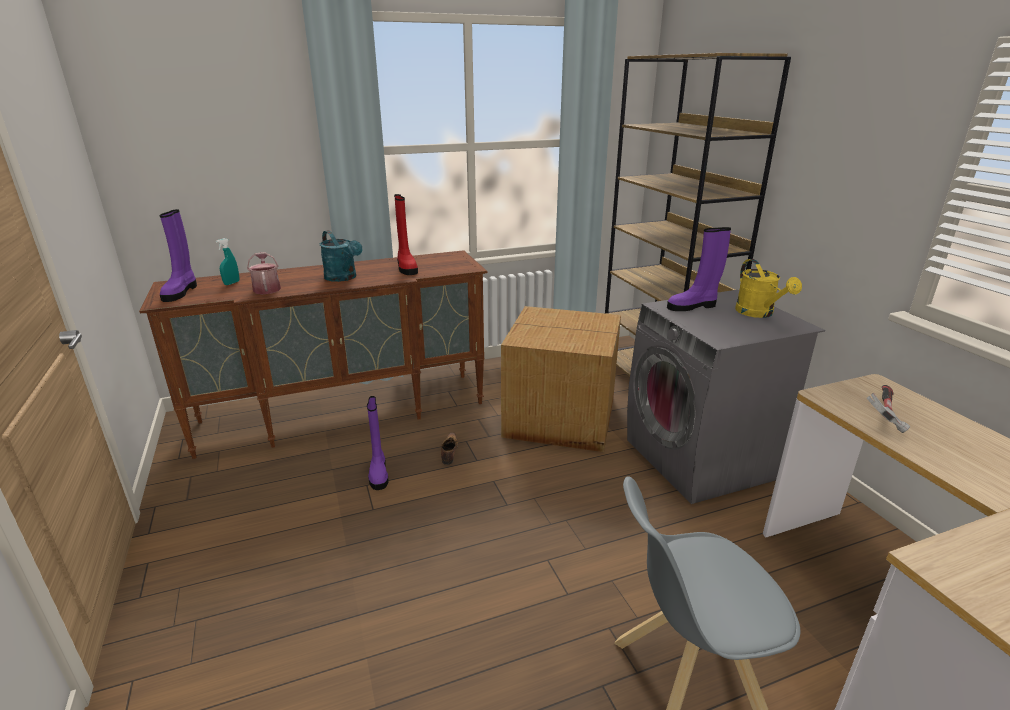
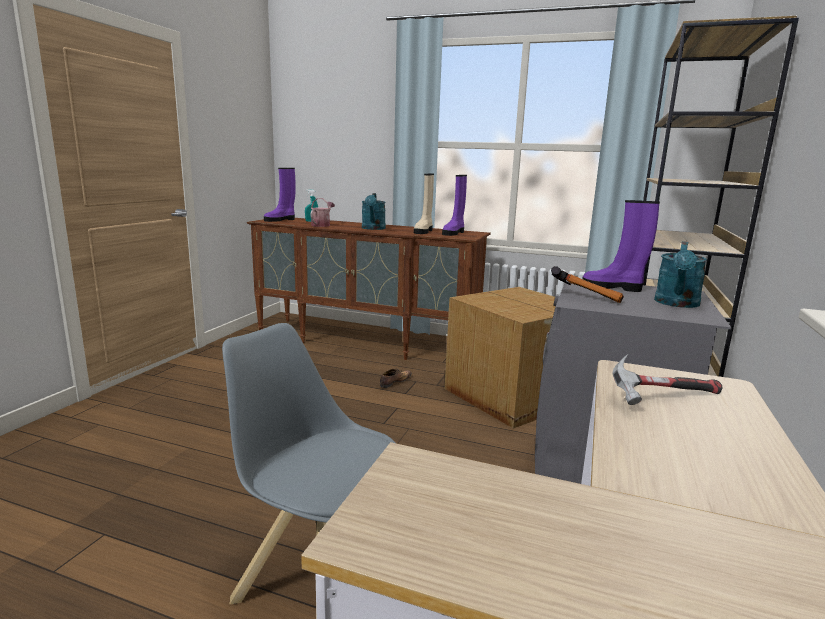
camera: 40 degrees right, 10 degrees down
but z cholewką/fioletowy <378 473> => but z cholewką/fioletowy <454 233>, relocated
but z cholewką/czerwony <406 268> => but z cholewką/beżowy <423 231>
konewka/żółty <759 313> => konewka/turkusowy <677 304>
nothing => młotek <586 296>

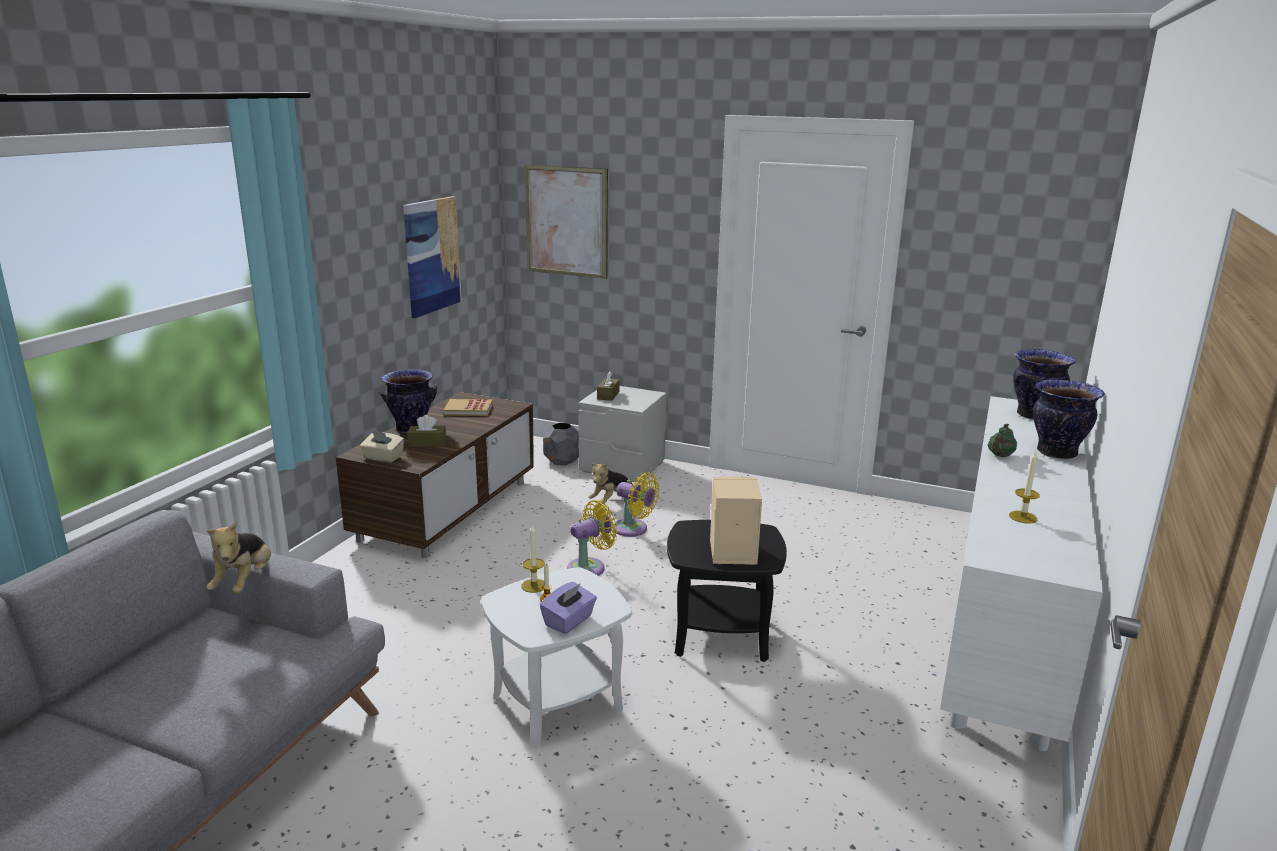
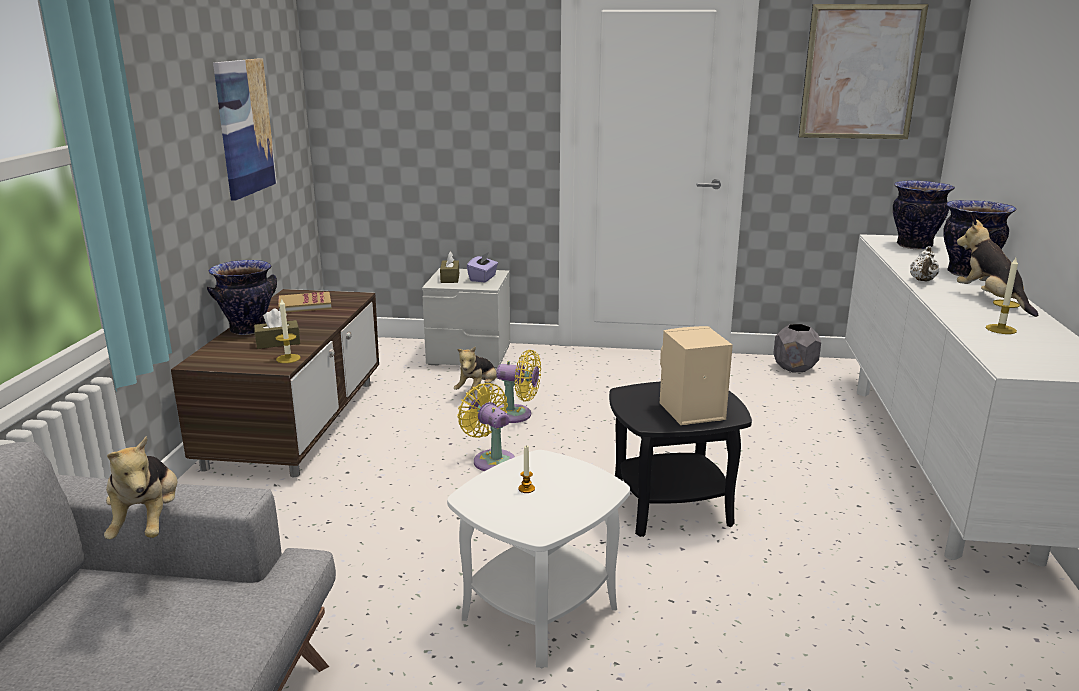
camera: 15 degrees left, 0 degrees up
pudełko chusteczek/beżowy <383 458> => nothing
świeca <534 585> => świeca <288 358>, relocated
obraz <566 221> => obraz <860 72>, relocated
pudełko chusteczek/fioletowy <569 621> => pudełko chusteczek/fioletowy <483 278>, relocated
donica/szary <562 461> => donica/szary <795 368>, relocated
wentylator/żółty <589 567> => wentylator/żółty <491 459>, 75 degrees counterclockwise
imbryk/zielony <1000 455> => imbryk/biały <922 280>
nothing => pluszak <991 300>

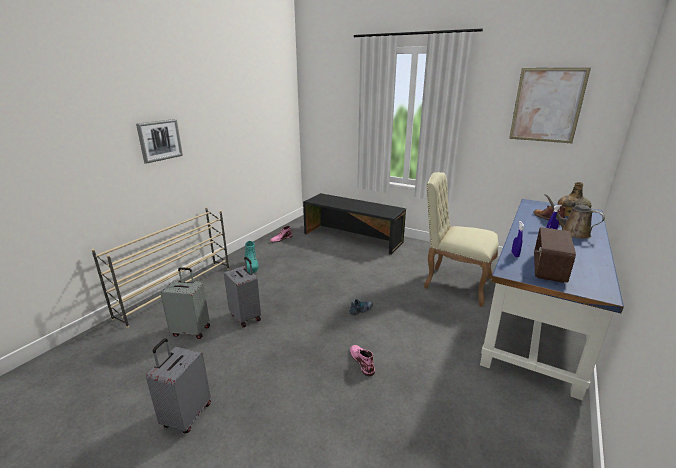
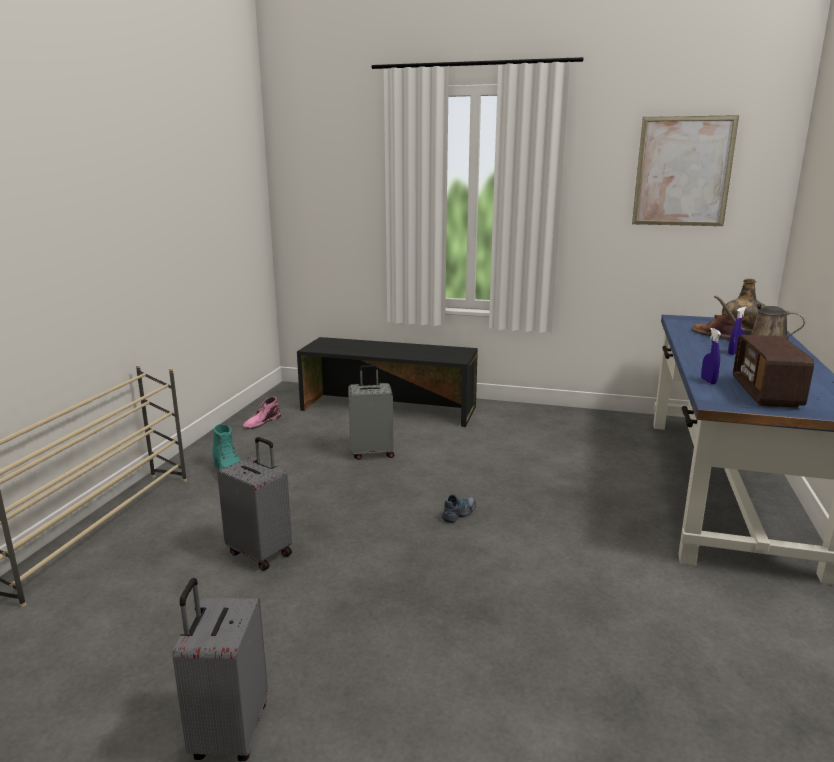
camera: 15 degrees left, 5 degrees down
obraz <159 140> => nothing
walizka/szary <191 330> => walizka/szary <372 453>, relocated
but z cholewką/różowy <362 361> => nothing
krzesło/beżowy <455 283> => nothing

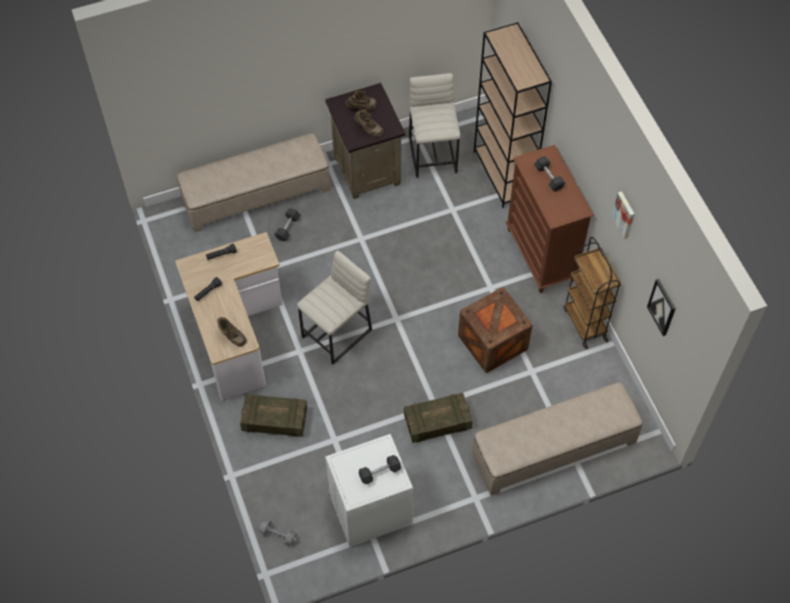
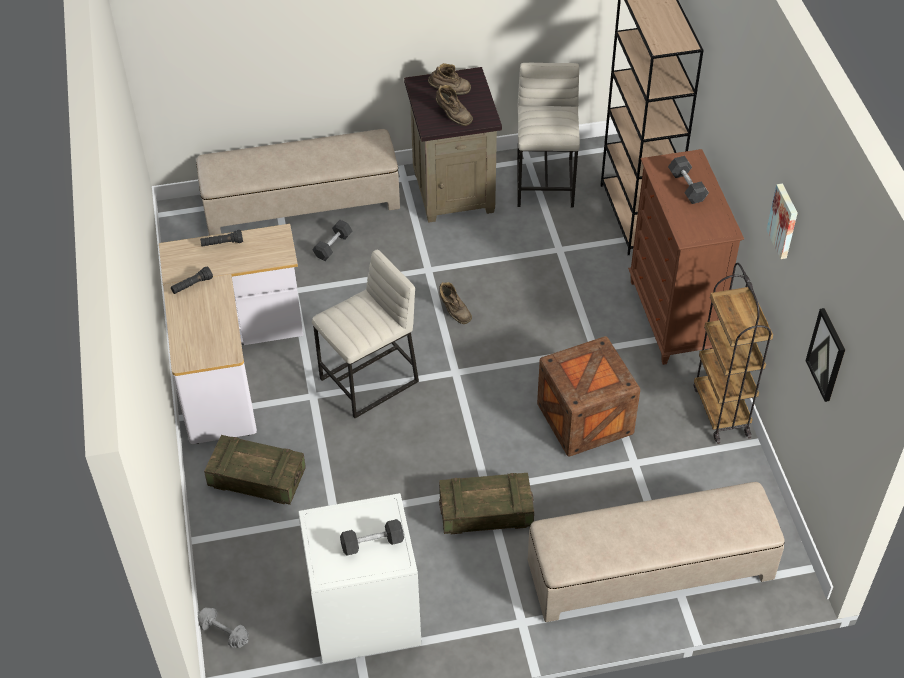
camera: 10 degrees right, 10 degrees down
but z cholewką/brązowy <231 336> => but z cholewką/brązowy <453 312>, relocated

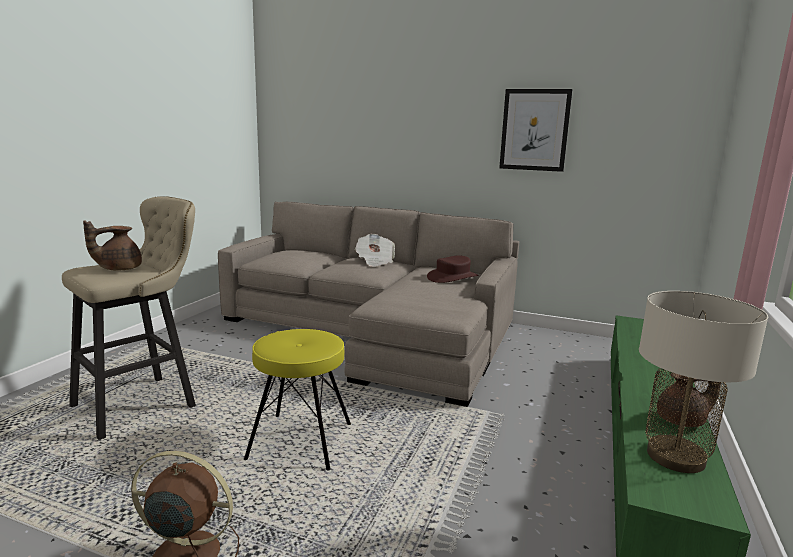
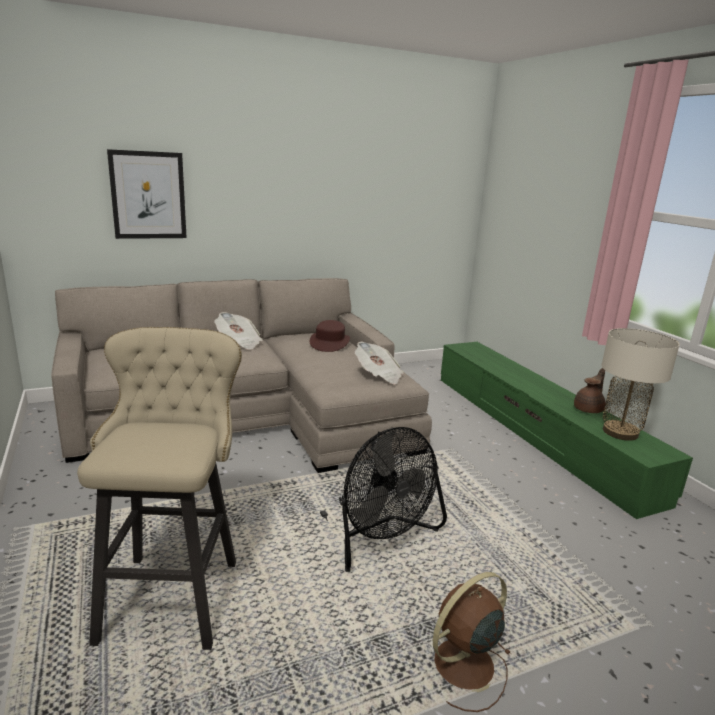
camera: 45 degrees left, 5 degrees up
imbryk/brązowy <118 269> => nothing
stołek/żółty <301 441> => wentylator/czarny <376 538>
obraz <534 130> => obraz <148 195>, relocated
nothing => gazeta <378 375>

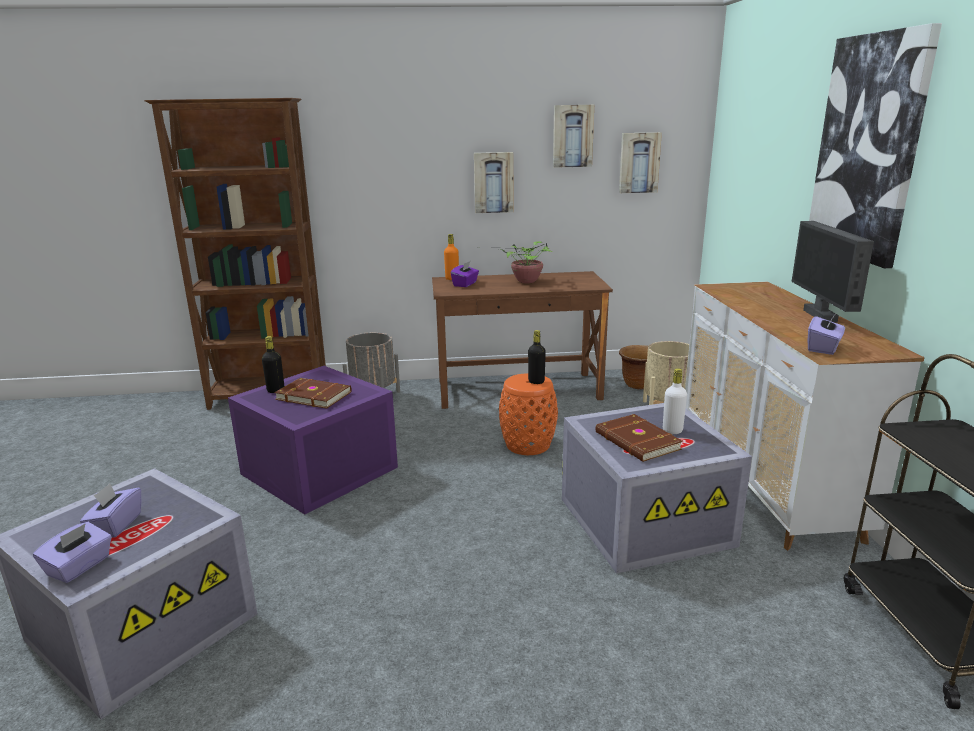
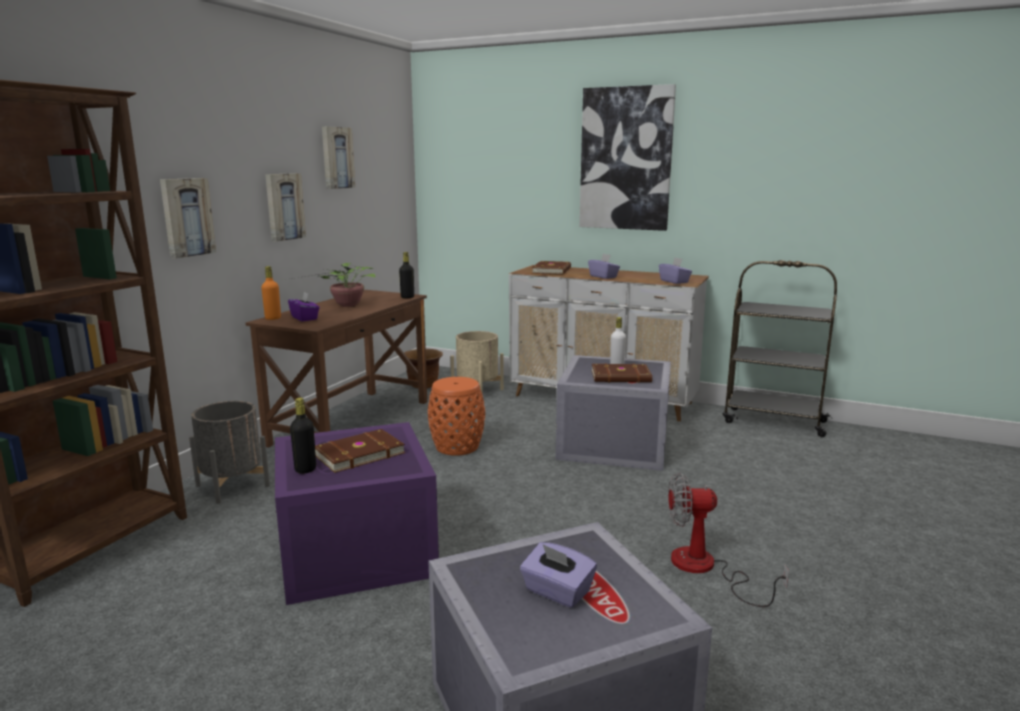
camera: 60 degrees left, 5 degrees down
pudełko chusteczek/fioletowy <79 566> => pudełko chusteczek/fioletowy <603 277>, relocated
butelka/czarny <536 381> => butelka/czarny <407 297>, relocated
obraz <639 162> => obraz <186 217>, relocated
monitor <821 316> => nothing
nothing => książka/brązowy <552 270>
nothing => wentylator <705 569>

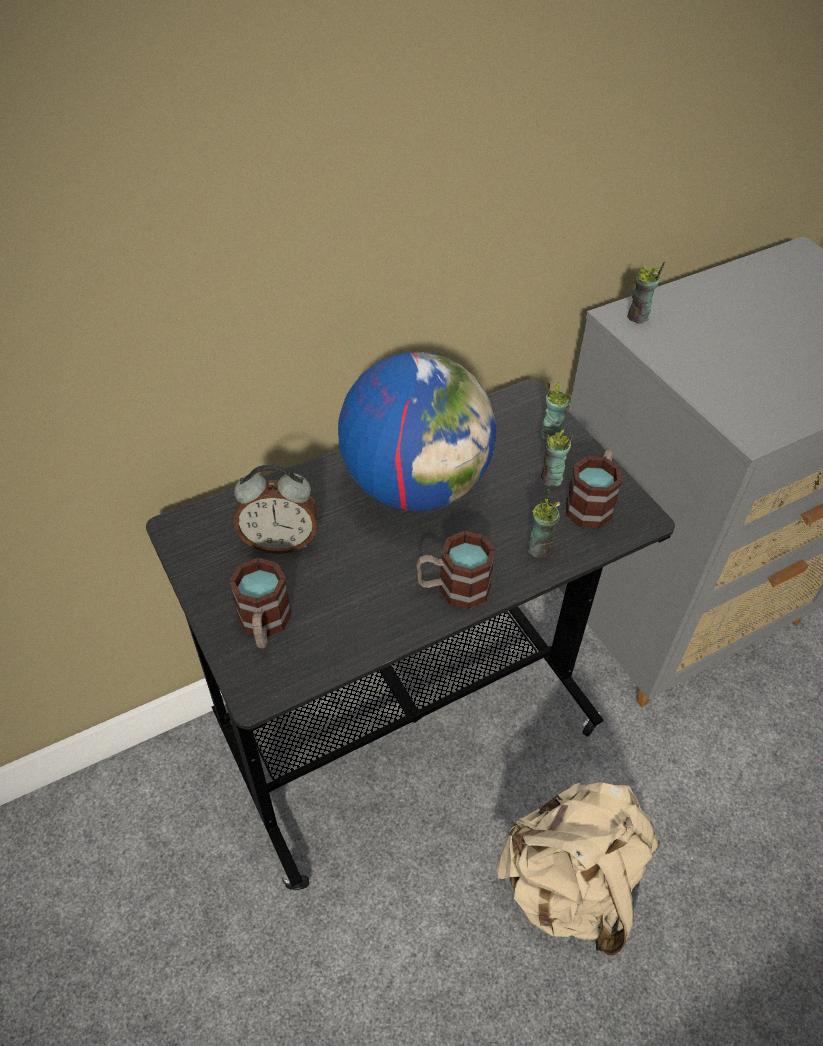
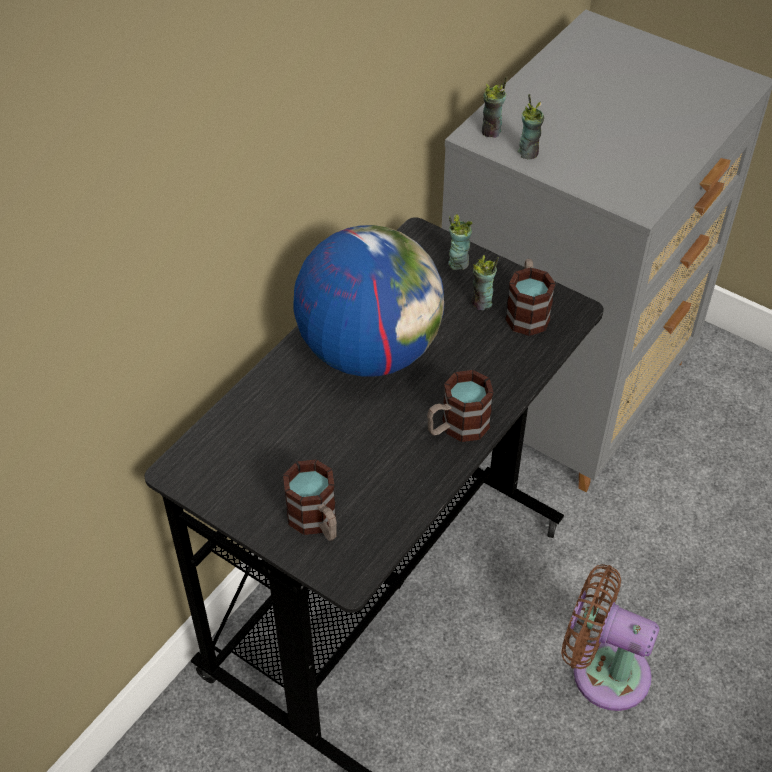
camera: 25 degrees left, 0 degrees up
budzik <280 541> => nothing
plecak/beżowy <571 885> => wentylator/brązowy <602 670>
filiżanka <539 548> => filiżanka <528 152>, relocated

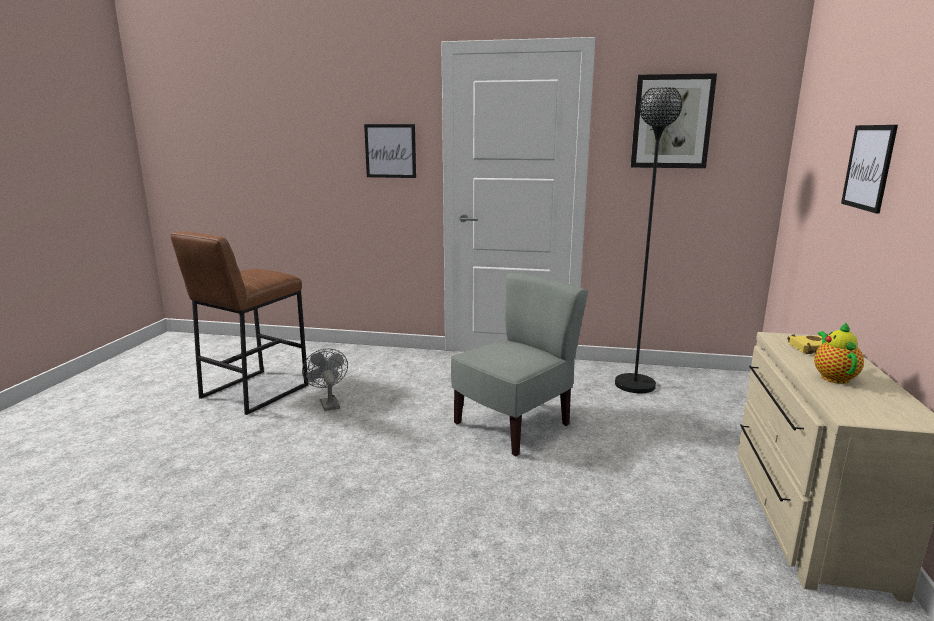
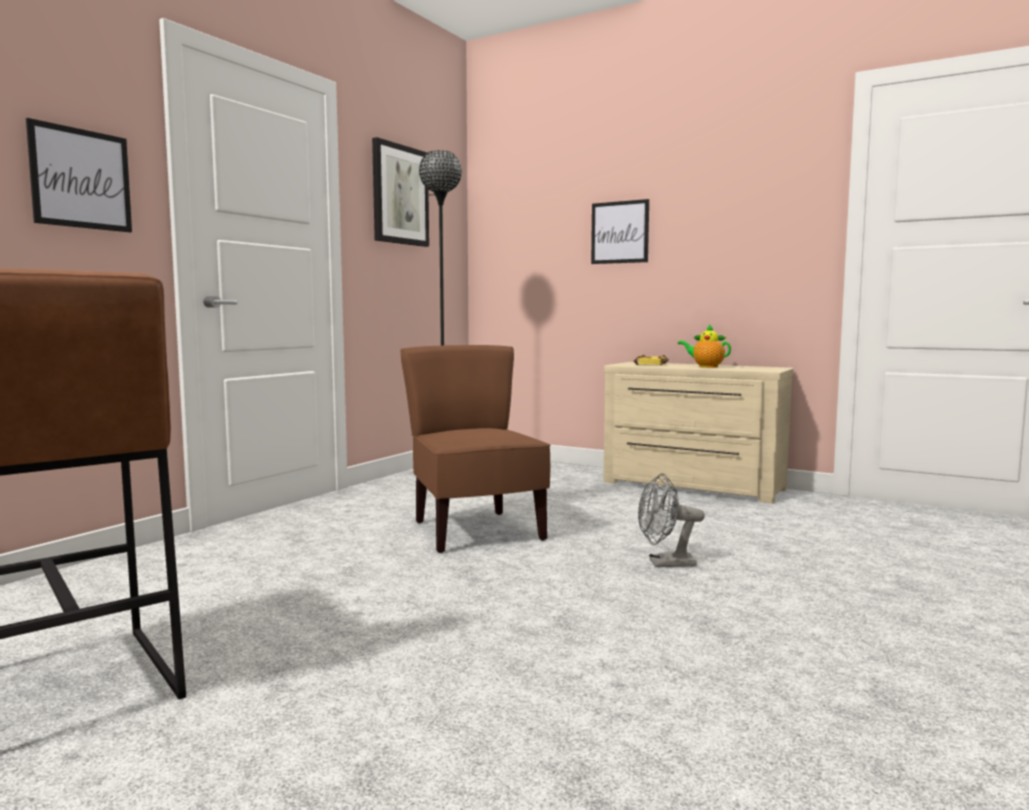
camera: 70 degrees left, 10 degrees down
wentylator/szary <328 403> => wentylator/szary <665 564>, relocated
krzesło/szary <513 425> => krzesło/brązowy <475 531>

